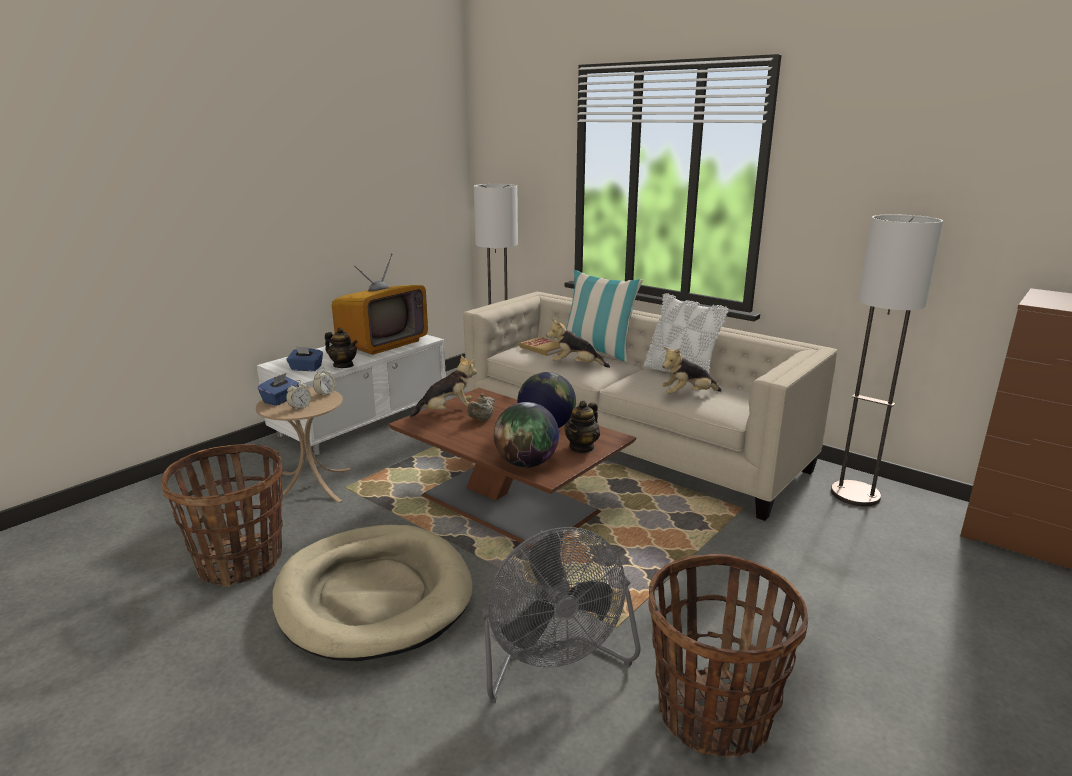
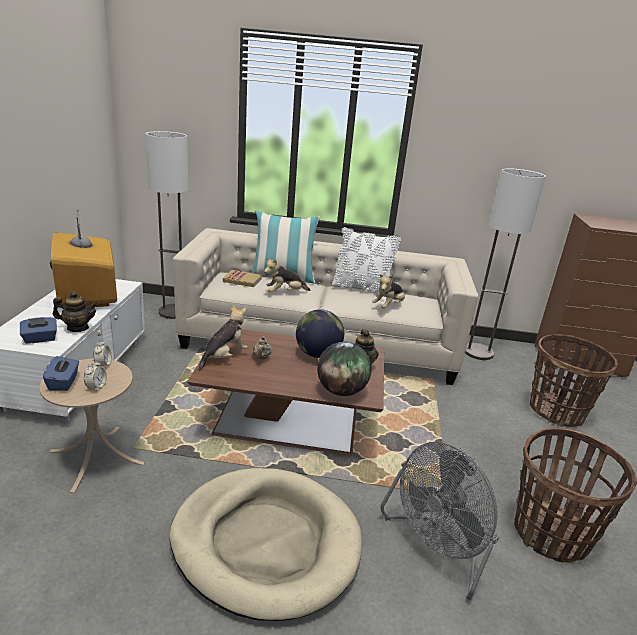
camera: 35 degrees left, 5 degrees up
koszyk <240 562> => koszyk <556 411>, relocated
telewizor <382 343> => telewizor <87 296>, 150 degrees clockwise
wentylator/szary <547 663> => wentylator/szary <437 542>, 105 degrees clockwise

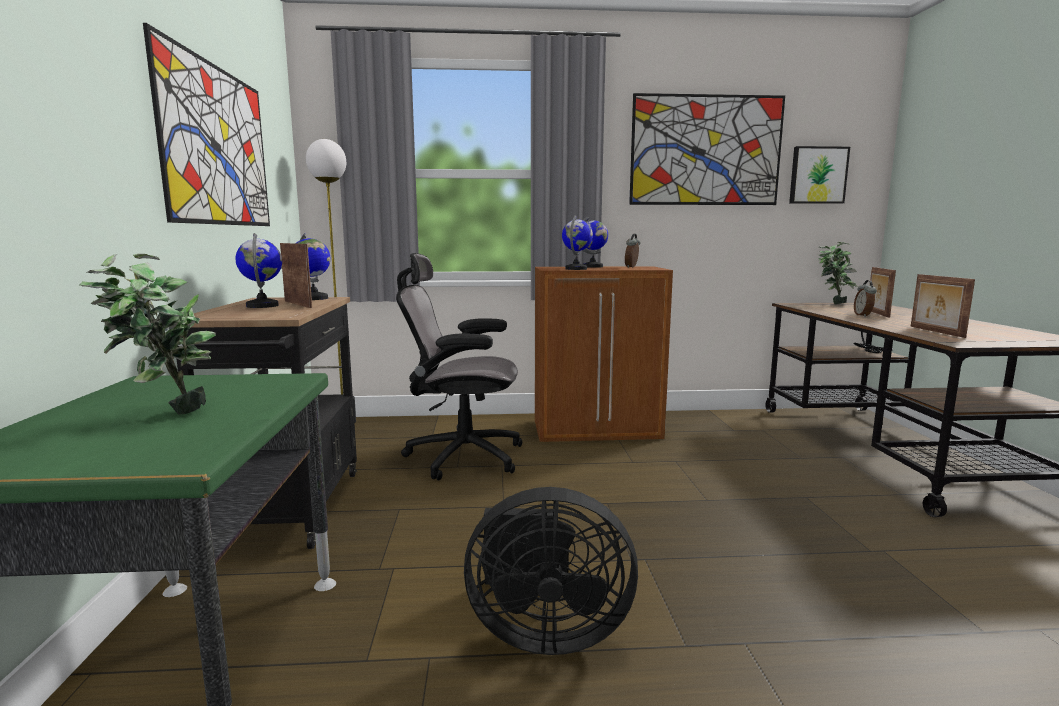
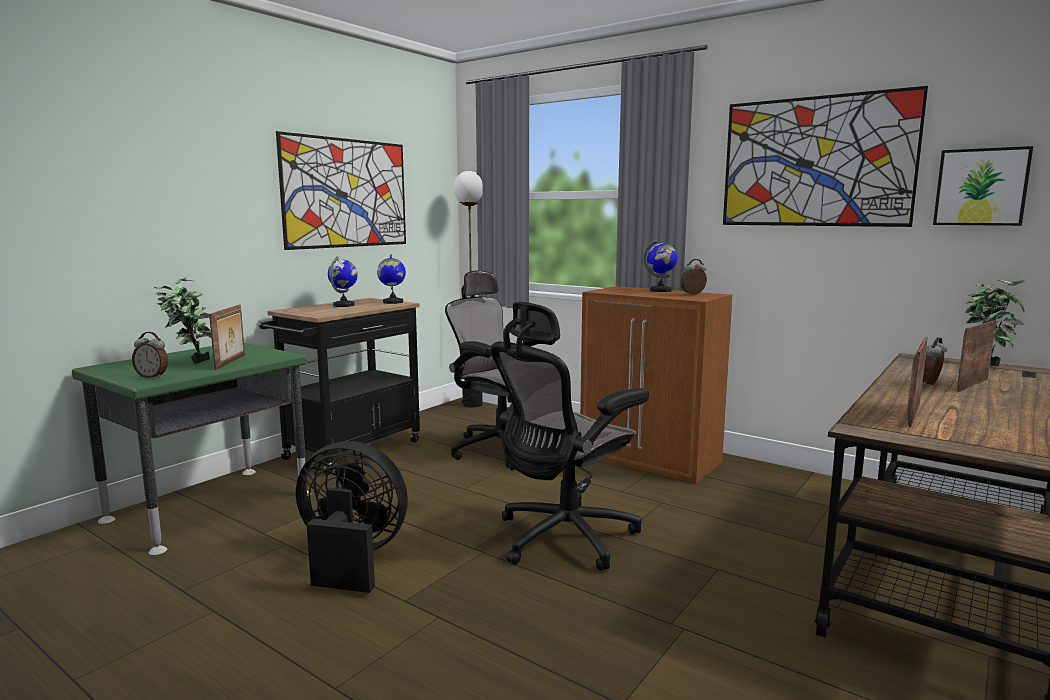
camera: 40 degrees right, 0 degrees up
ramka na zdjęcie <299 304> => ramka na zdjęcie <231 362>, relocated
wentylator/czarny <543 632> => wentylator/czarny <351 558>, 150 degrees clockwise
globus <576 269> => nothing
nothing => budzik <153 377>
nothing => krzesło biurowe <565 538>

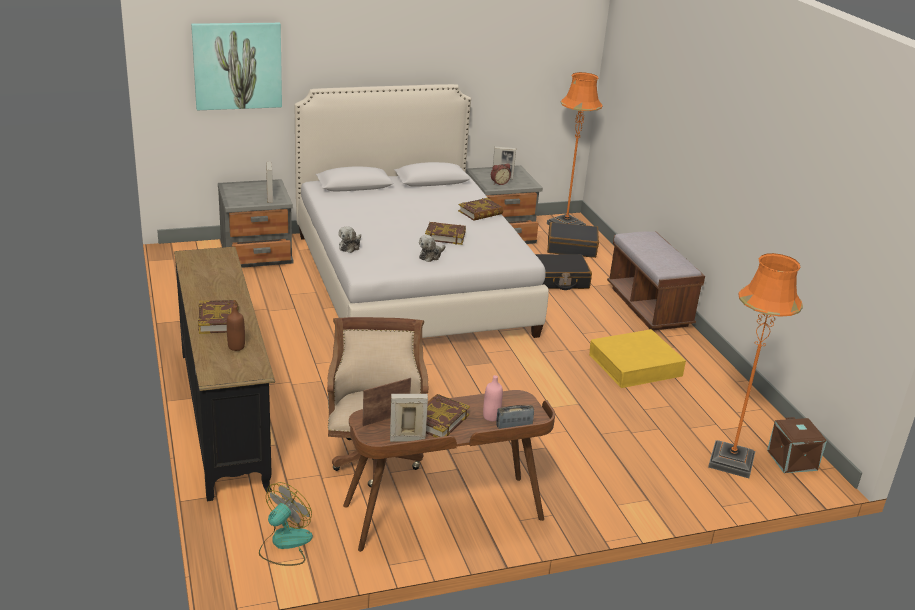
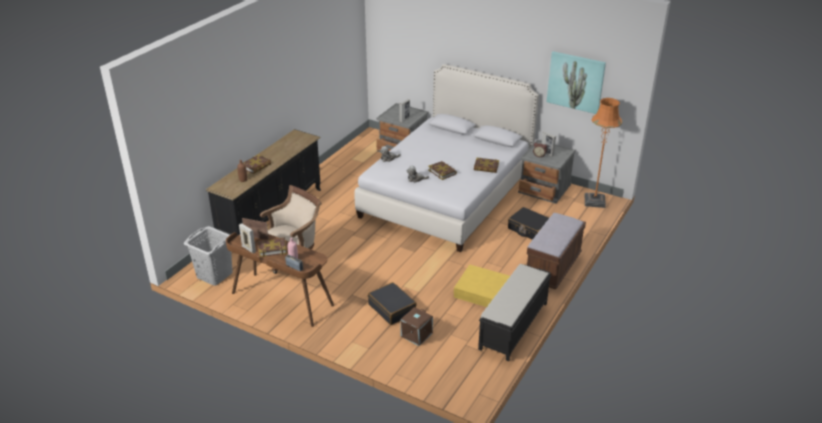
camera: 50 degrees right, 5 degrees up
obraz <237 65> => obraz <576 82>, relocated
wentylator <285 544> => kosz na pranie/szary <214 275>
walizka/czarny <571 247> => walizka/czarny <392 308>, relocated
lampa stojąca/pomarańczowy <731 461> => nothing
pojemnik do przechowywania/brązowy <793 460> => pojemnik do przechowywania/brązowy <417 335>, relocated
nothing => ławka/czarny <513 326>

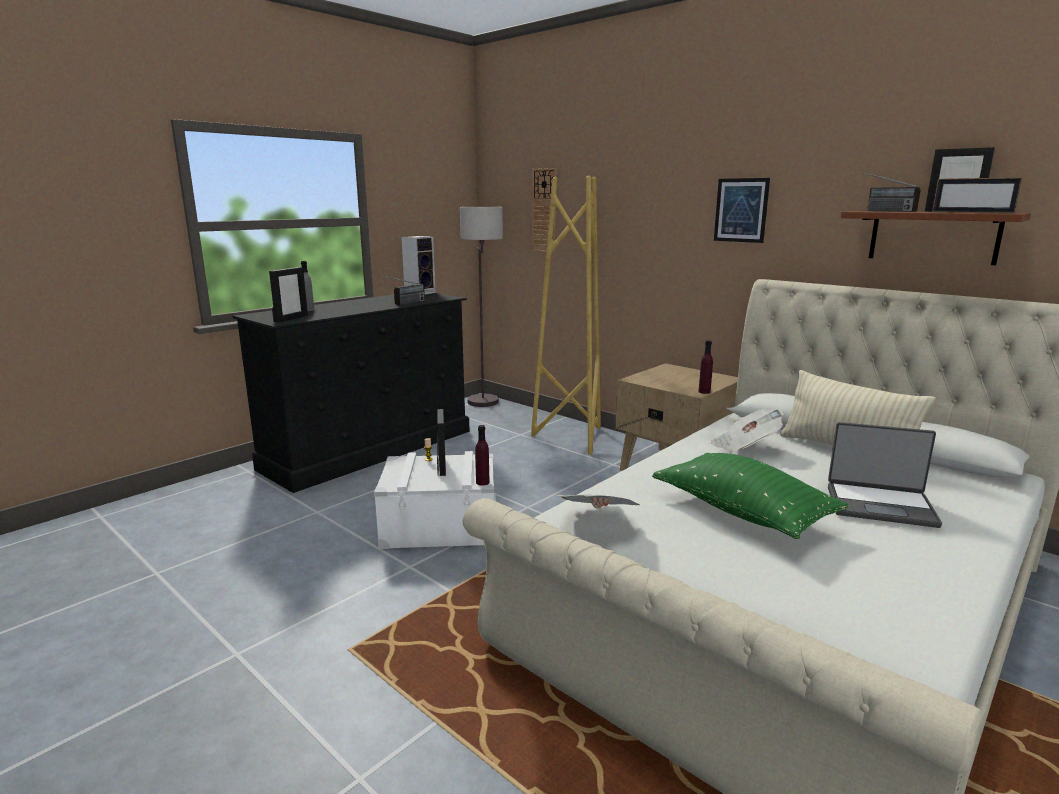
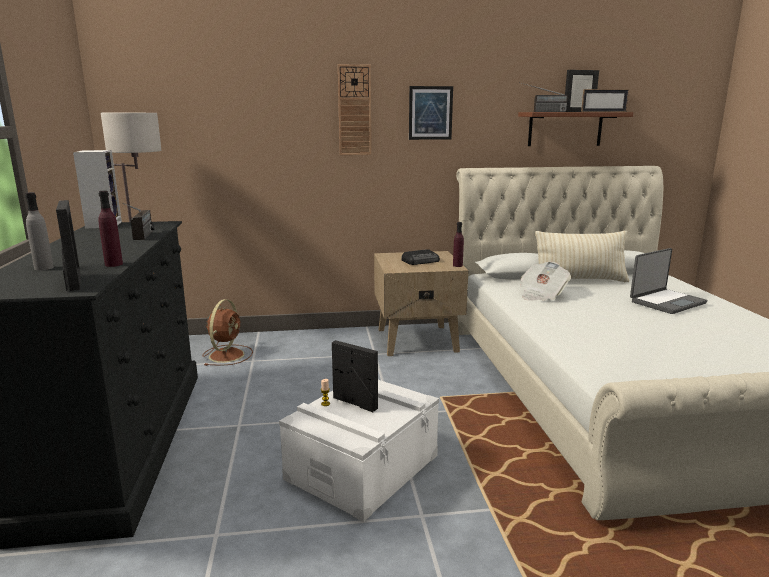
camera: 50 degrees left, 0 degrees up
butelka/fioletowy <482 482> => butelka/fioletowy <114 264>, relocated
wieszak/żółty <574 439> => nothing
zegar ścienny <544 211> => zegar ścienny <354 110>, relocated
gazeta <597 521> => nothing
poduszka/zielony <743 512> => nothing
nothing => wentylator/brązowy <227 355>
nothing => radio <421 261>

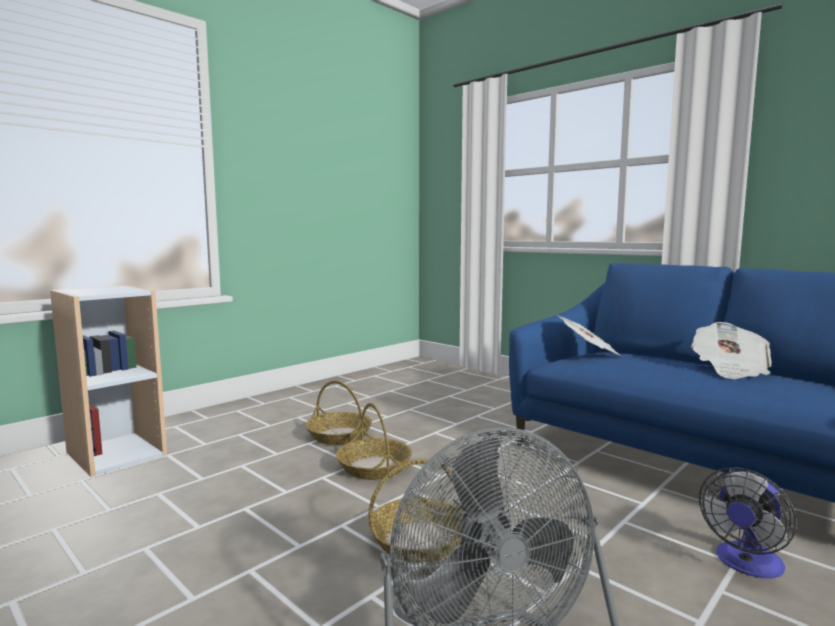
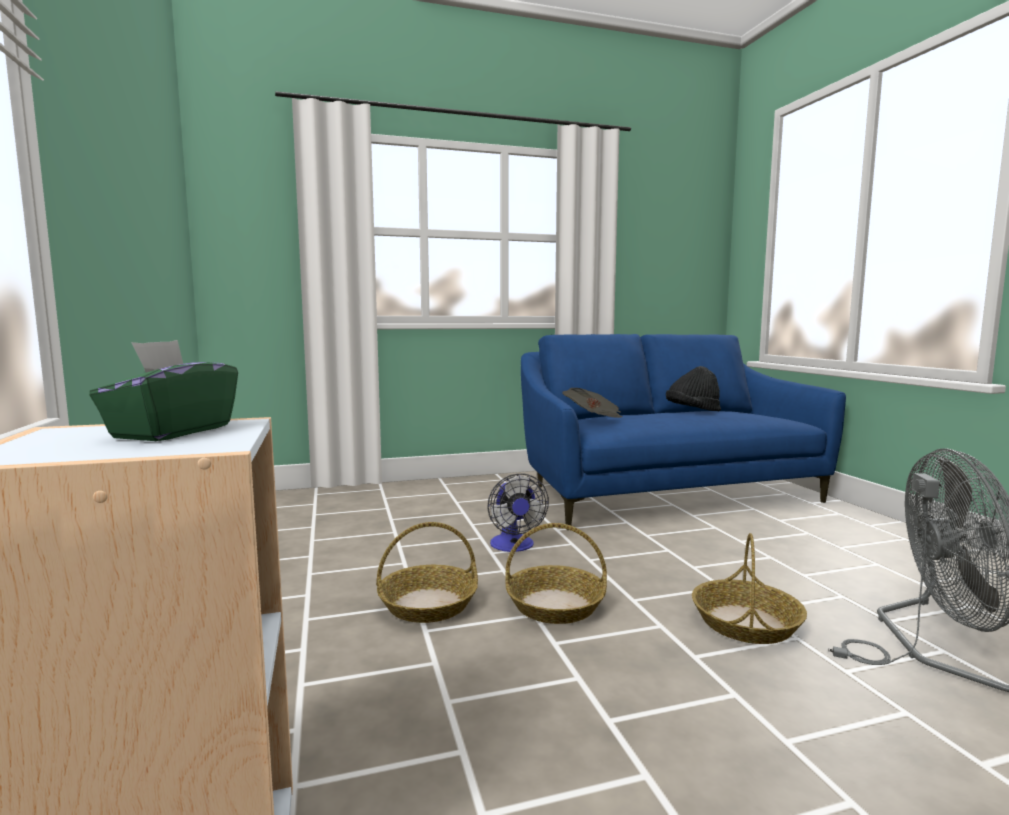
camera: 60 degrees left, 0 degrees up
gazeta <729 370> => kapelusz/czarny <692 411>
wentylator <746 564> => wentylator <514 546>, relocated
nothing => pudełko chusteczek/zielony <172 432>

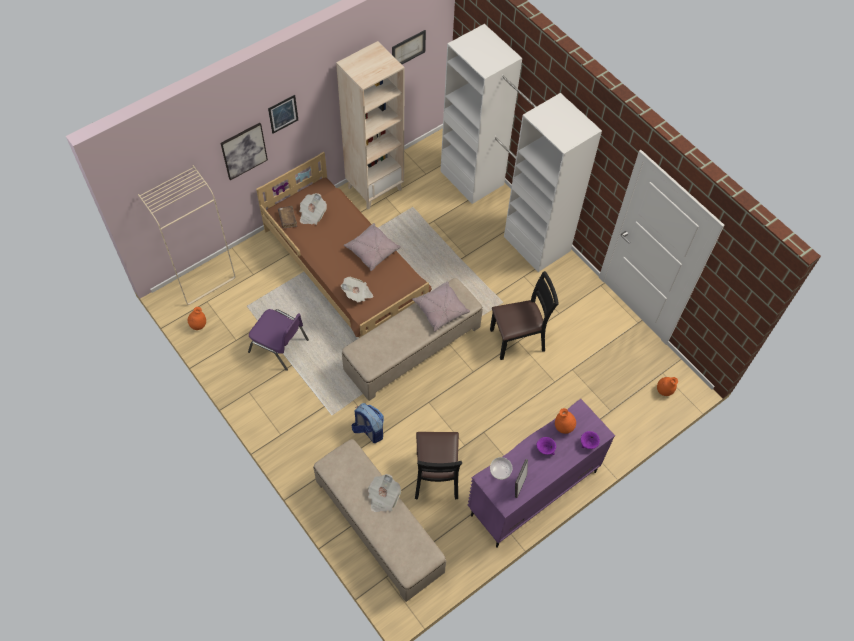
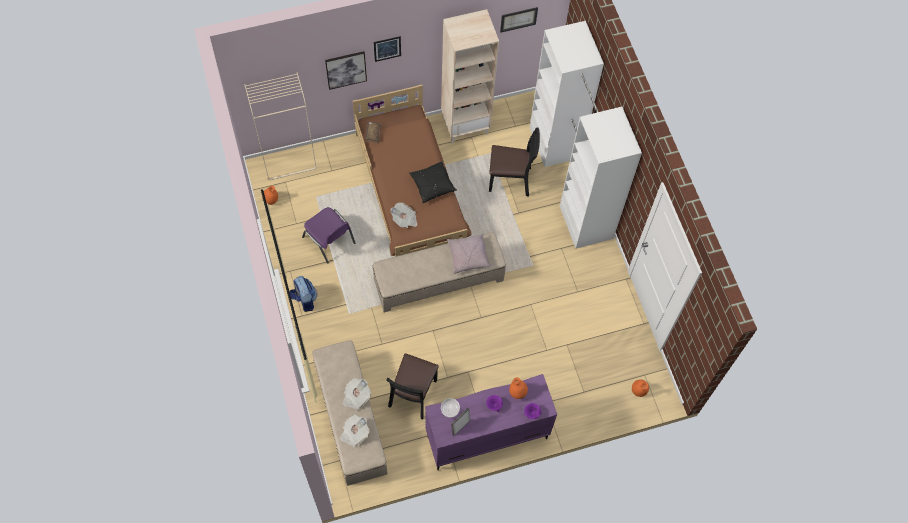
camera: 20 degrees right, 5 degrees up
gazeta <312 214> => gazeta <354 433>, relocated
poduszka/fioletowy <372 251> => poduszka/czarny <432 185>
plecak <368 430> => plecak <304 300>, relocated
krzesło/czarny <518 339> => krzesło/czarny <510 180>, relocated

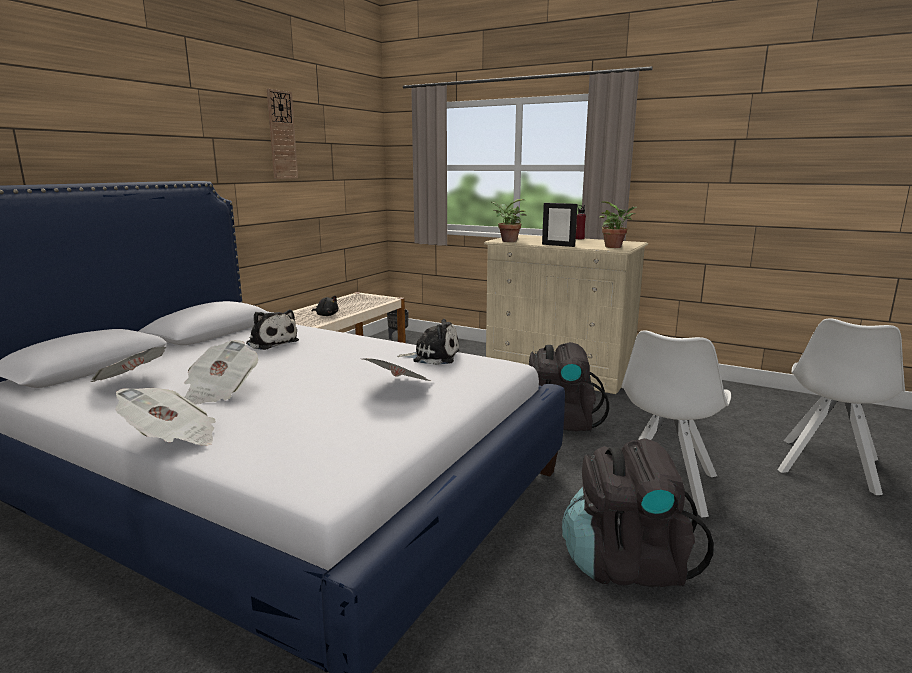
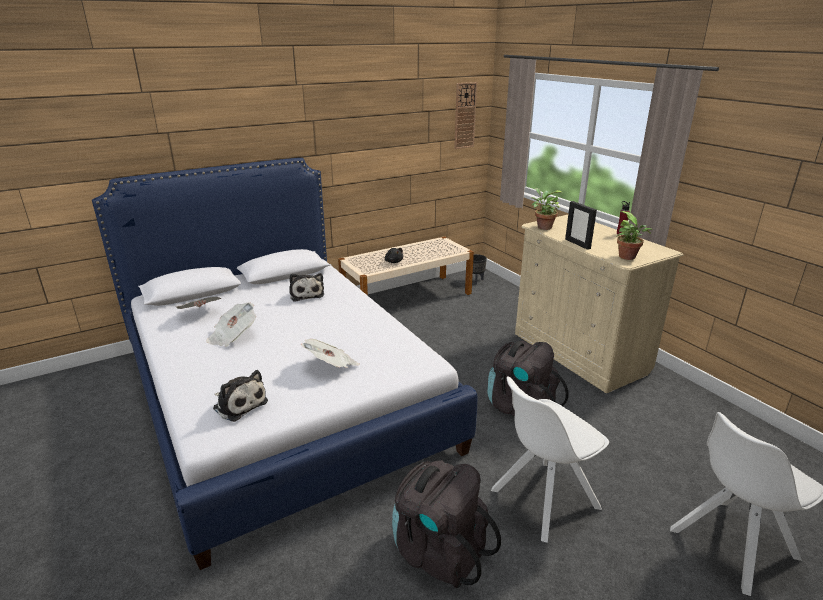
camera: 30 degrees right, 10 degrees up
gazeta <172 438> => nothing
zegar ścienny <282 135> => zegar ścienny <465 116>, relocated
pluszak <433 356> => pluszak <239 404>, relocated

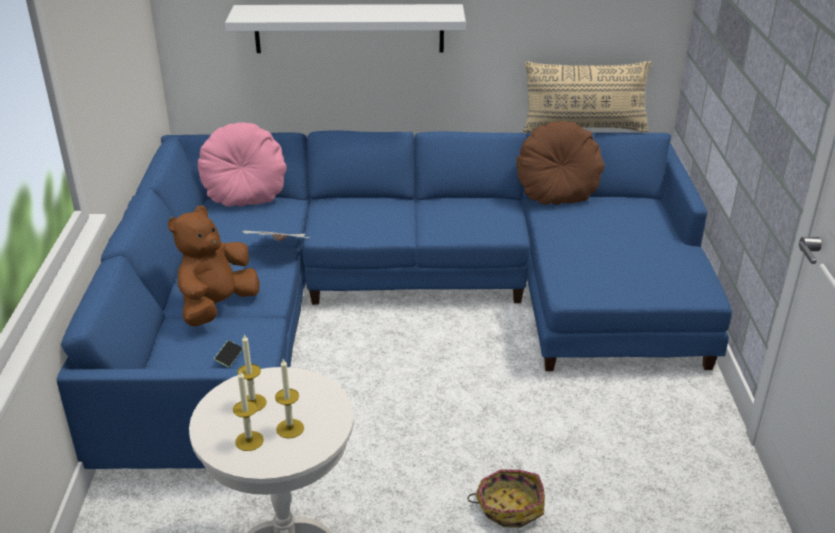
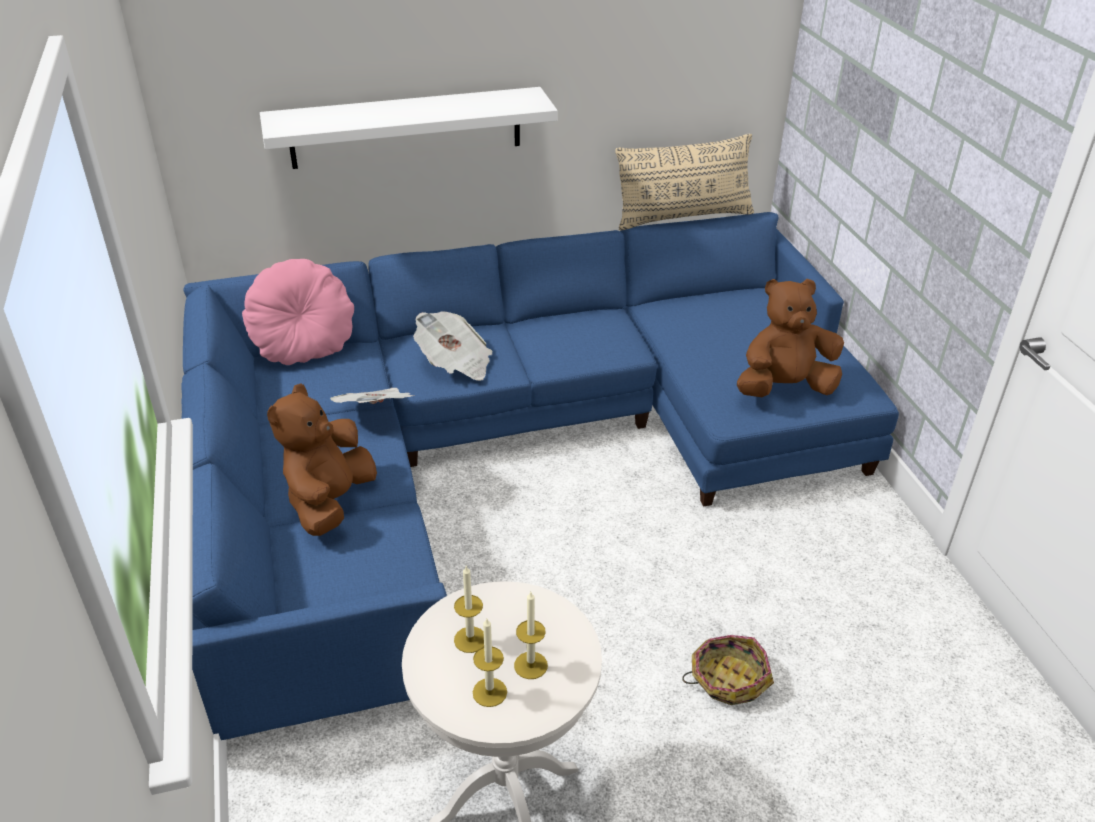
camera: 15 degrees left, 5 degrees up
telefon <229 358> => nothing
poduszka/brązowy <557 198> => nothing
nothing => gazeta <455 363>
nothing => pluszak/brązowy <784 388>

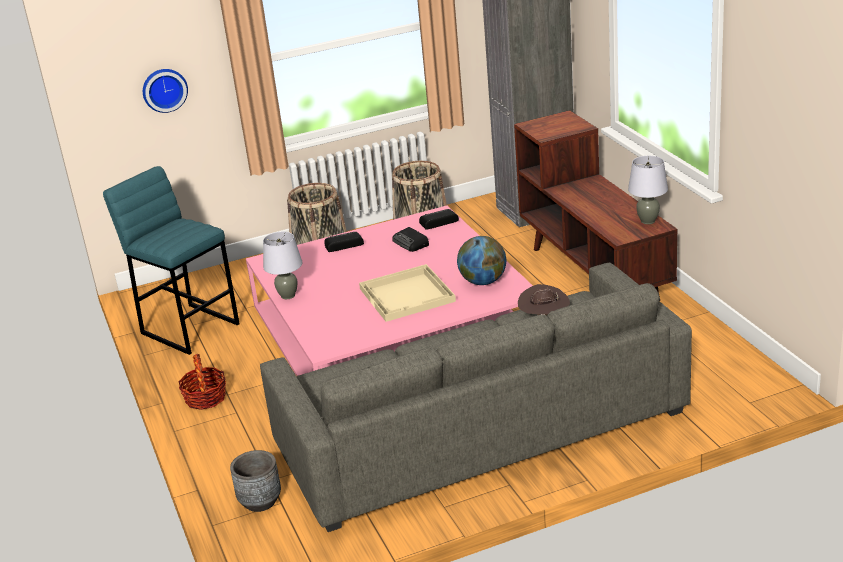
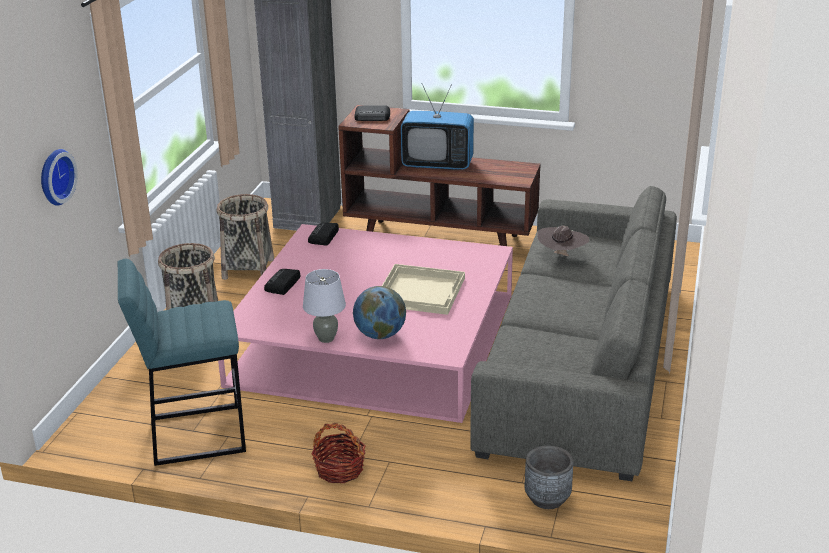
camera: 55 degrees left, 0 degrees up
radio <411 243> => radio <373 117>, relocated
globus <483 282> => globus <380 335>, relocated
lampa stołowa/szary <648 221> => nothing
nothing => telewizor <437 164>

